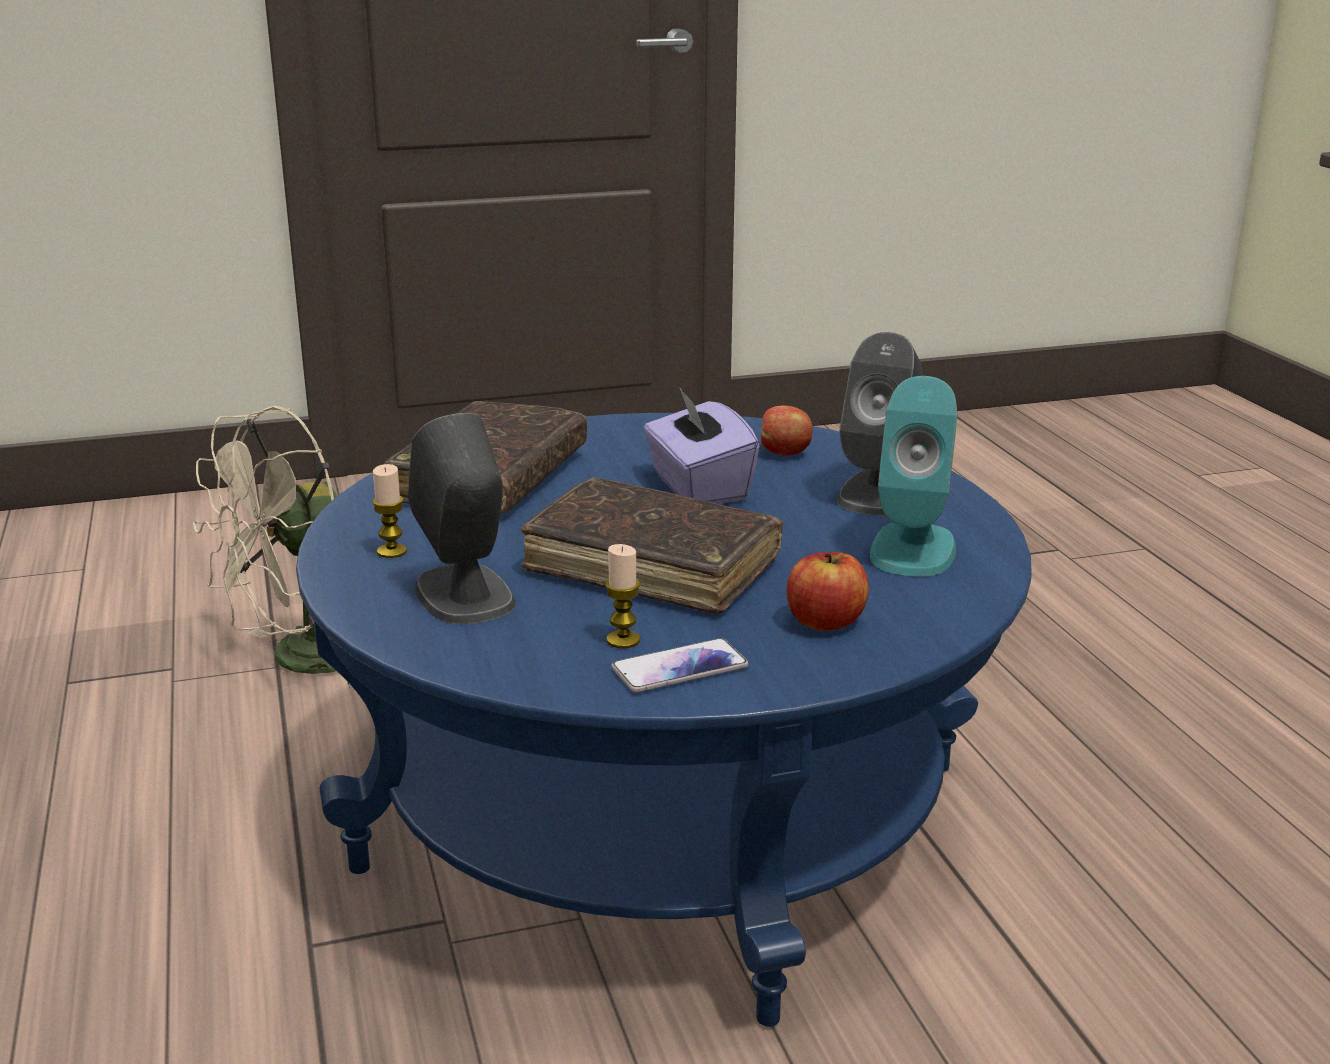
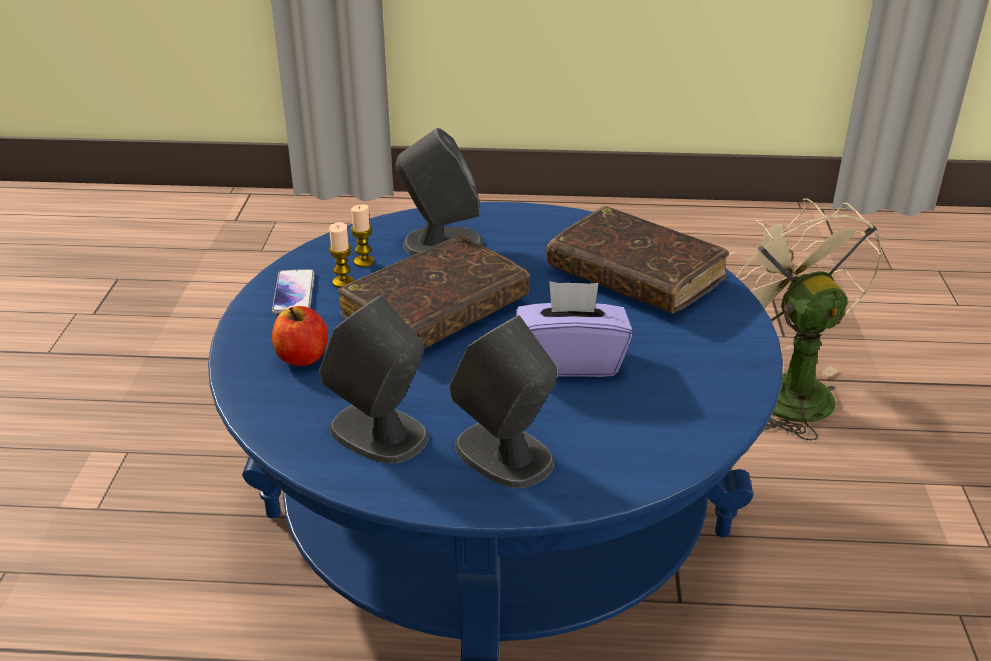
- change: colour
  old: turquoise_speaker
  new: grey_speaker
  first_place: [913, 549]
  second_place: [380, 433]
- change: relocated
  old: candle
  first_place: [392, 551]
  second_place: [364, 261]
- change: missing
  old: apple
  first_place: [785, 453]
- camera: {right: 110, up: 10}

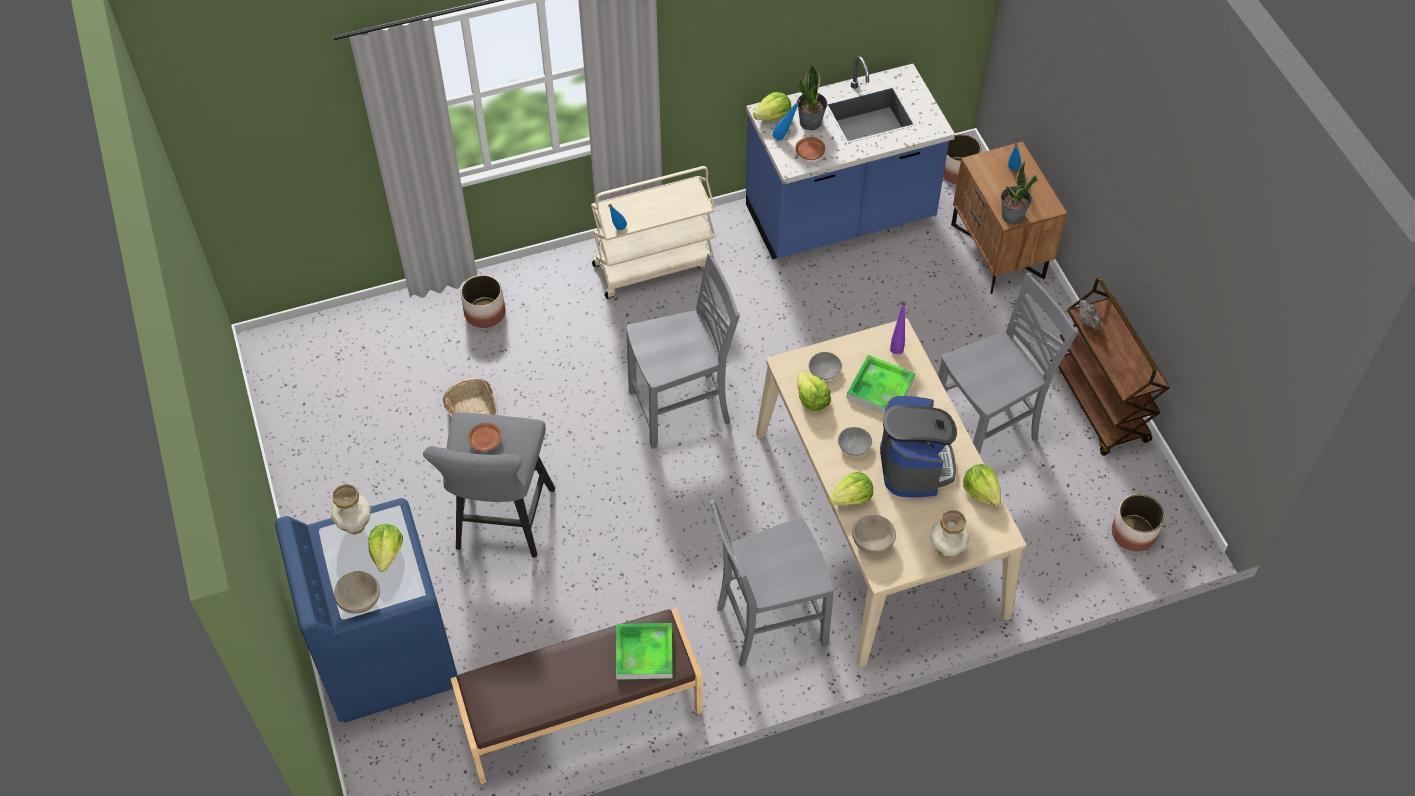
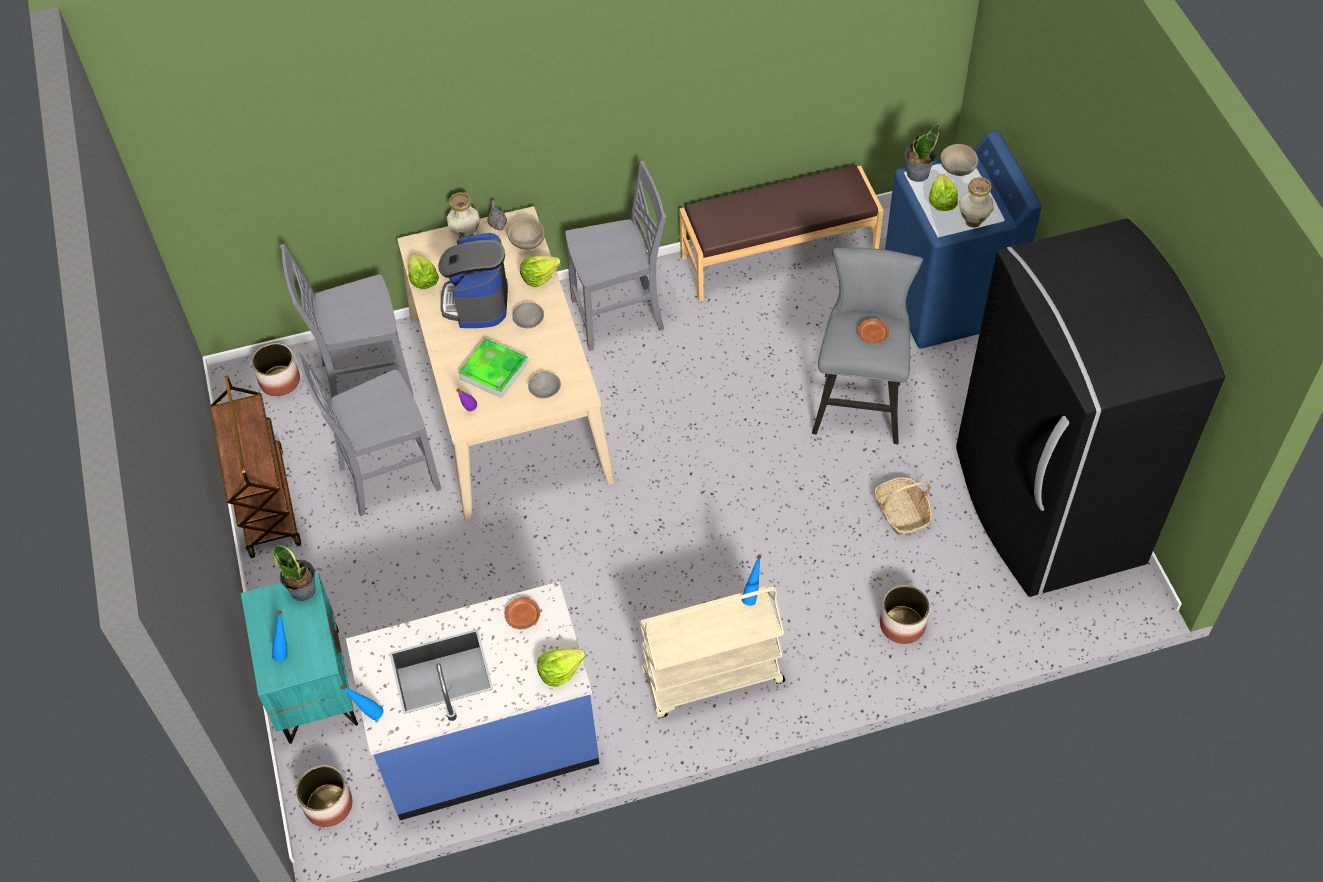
- change: colour
  old: brown_nightstand
  new: turquoise_nightstand
  first_place: [999, 251]
  second_place: [312, 685]
- change: relocated
  old: grey_chair
  first_place: [682, 409]
  second_place: [365, 378]
- change: relocated
  old: blue_bottle
  first_place: [785, 136]
  second_place: [368, 714]
- change: relocated
  old: grey_teapot
  first_place: [1087, 322]
  second_place: [497, 225]
- change: relocated
  old: potted_plant
  first_place: [810, 122]
  second_place: [917, 173]
- change: appeared
  new: black_fridge
  second_place: [1045, 508]
- change: missing
  old: tray
  first_place: [644, 653]
- change: missing
  old: lettuce
  first_place: [811, 399]
- camera: {right: -175, up: 0}

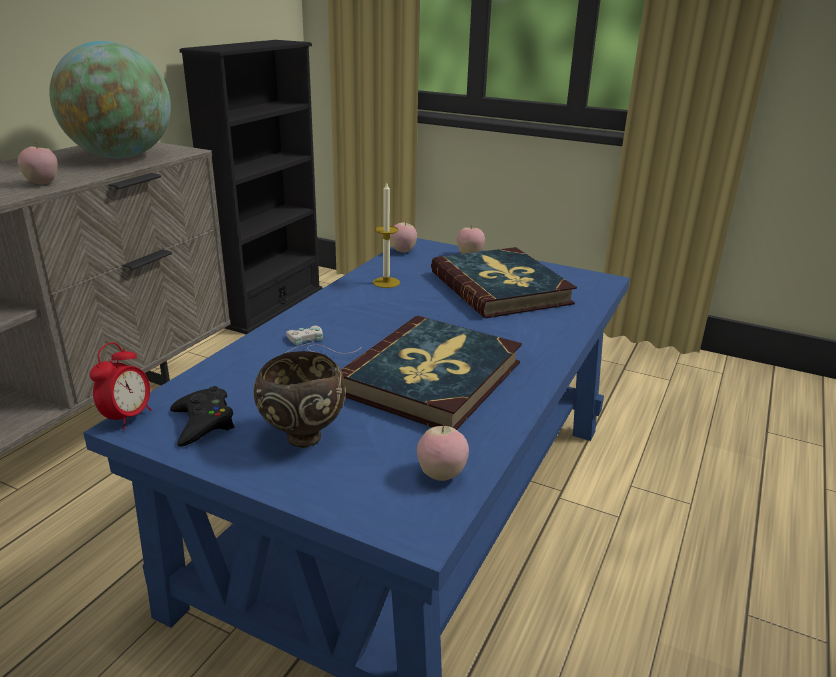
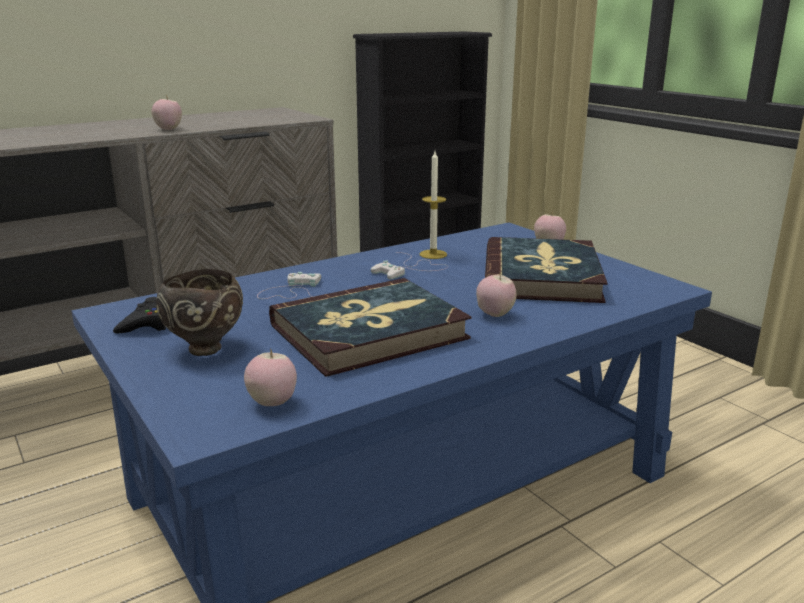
- change: appeared
  new: white_game_controller
  second_place: [410, 270]
- change: relocated
  old: apple
  first_place: [402, 251]
  second_place: [495, 314]
- change: missing
  old: globe
  first_place: [121, 157]
- change: missing
  old: alarm_clock
  first_place: [128, 417]
- camera: {right: 30, up: -5}

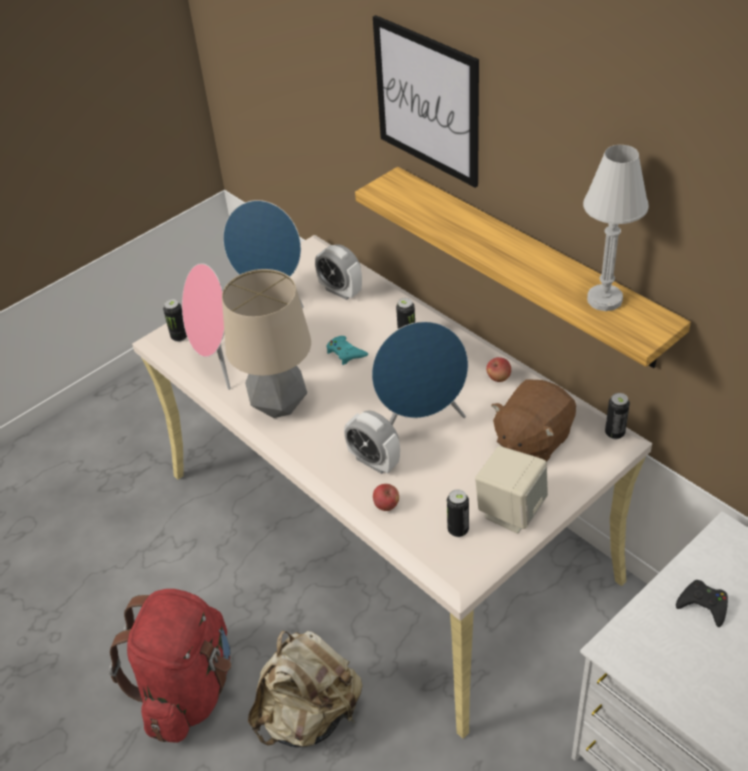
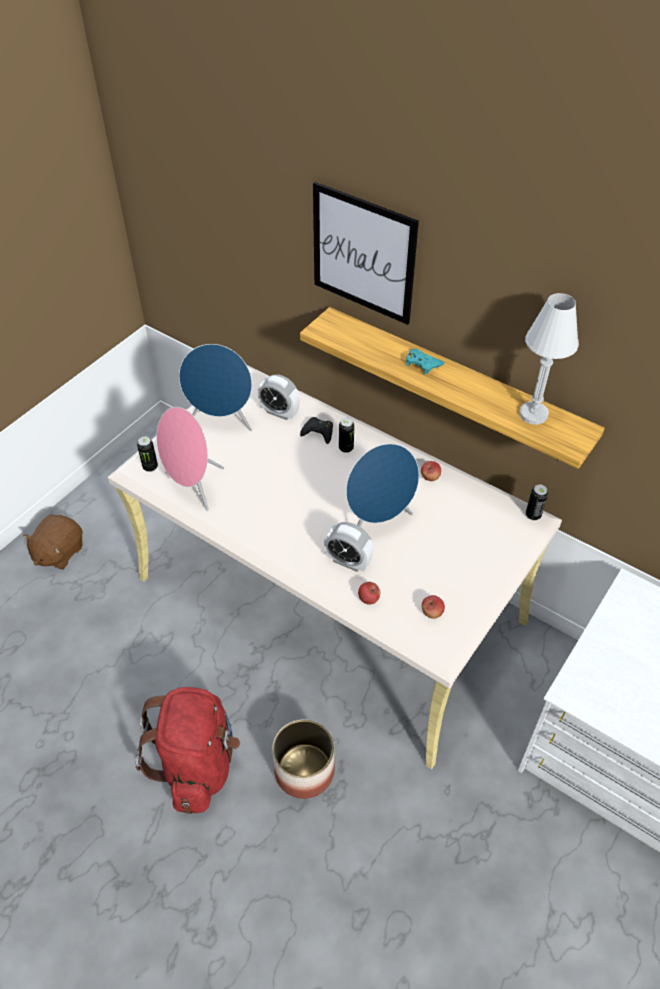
- change: relocated
  old: brown_plush_toy
  first_place: [532, 439]
  second_place: [58, 552]
- change: exchanged
  old: beige_backpack
  new: planter
  first_place: [309, 715]
  second_place: [304, 770]
- change: relocated
  old: black_game_controller
  first_place: [703, 605]
  second_place: [318, 432]
- change: relocated
  old: turquoise_game_controller
  first_place: [345, 353]
  second_place: [422, 364]
- change: exchanged
  old: can
  new: apple
  first_place: [458, 530]
  second_place: [432, 613]
- change: missing
  old: table_lamp
  first_place: [279, 406]
- change: missing
  old: beige_speaker
  first_place: [510, 510]
- camera: {right: -15, up: 5}

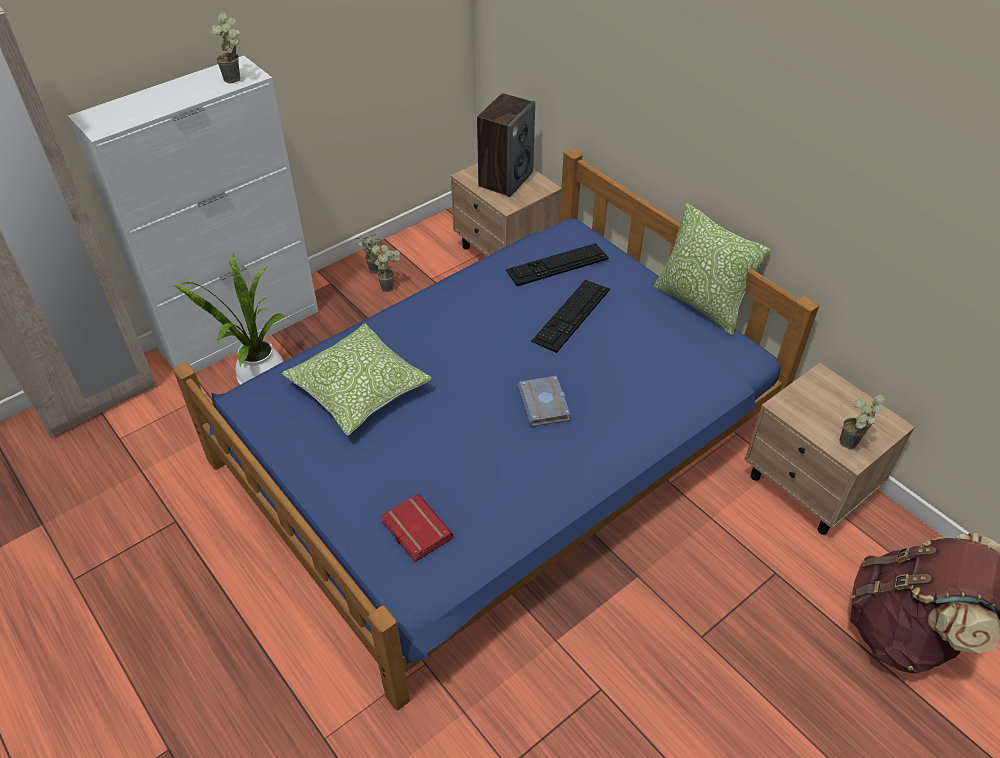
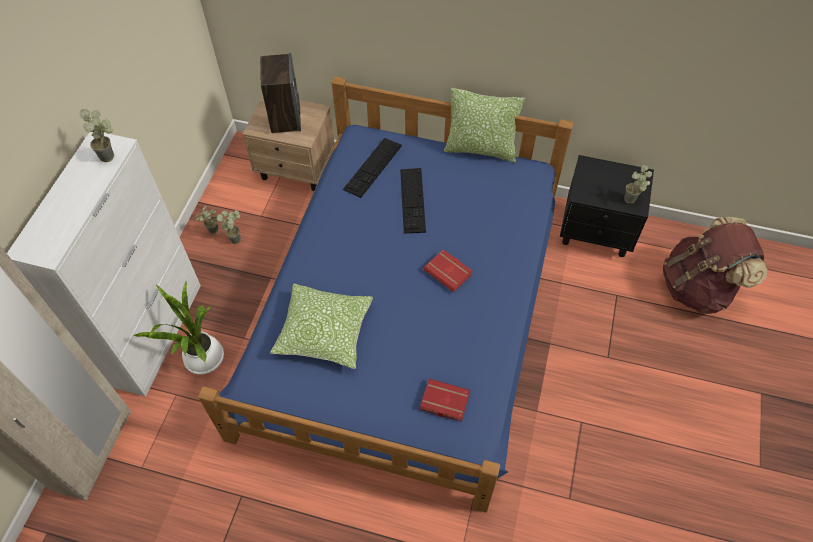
- change: colour
  old: grey_book
  new: red_book
  first_place: [545, 405]
  second_place: [449, 272]
- change: colour
  old: beige_nightstand
  new: black_nightstand
  first_place: [809, 487]
  second_place: [597, 232]
- camera: {right: -35, up: 10}

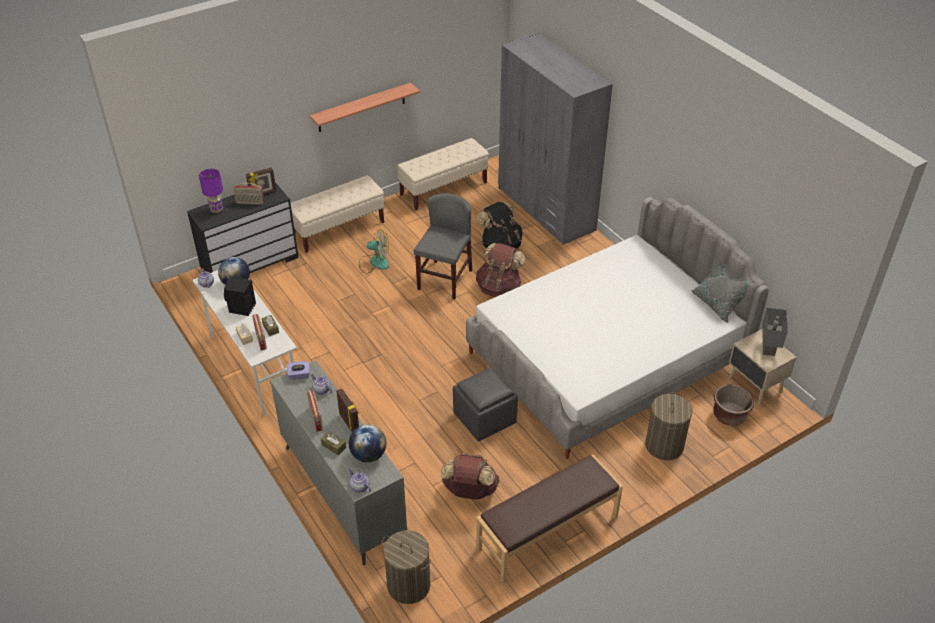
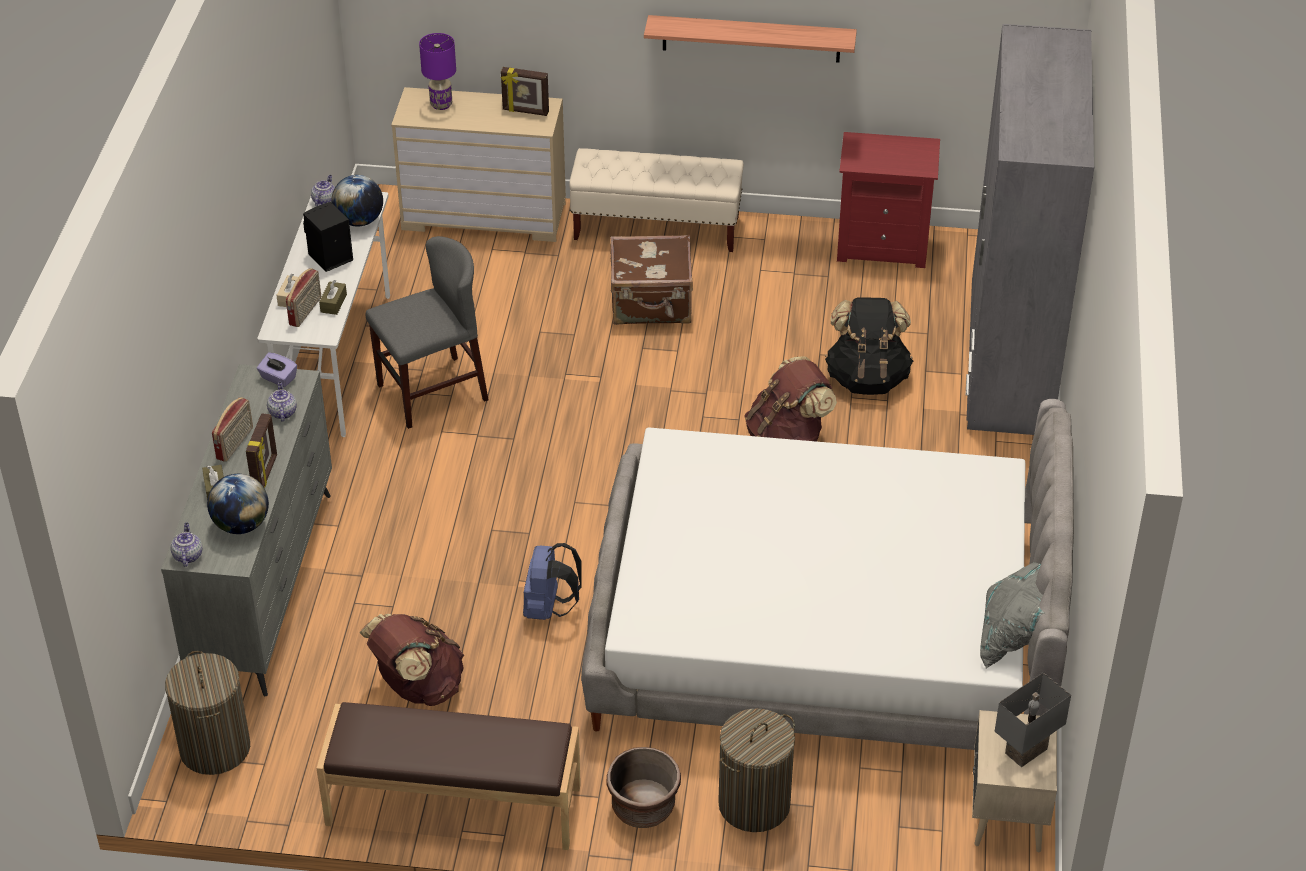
- change: relocated
  old: grey_chair
  first_place: [444, 280]
  second_place: [432, 392]
- change: colour
  old: black_dresser
  new: beige_dresser
  first_place: [250, 263]
  second_place: [484, 216]
- change: exchanged
  old: grey_ottoman
  new: blue_backpack
  first_place: [485, 418]
  second_place: [549, 608]
- change: relocated
  old: brown_planter
  first_place: [729, 416]
  second_place: [643, 807]
- change: exchanged
  old: fan
  new: brown_suitcase
  first_place: [374, 262]
  second_place: [652, 304]
- change: exchanged
  old: beige_bench
  new: red_nightstand
  first_place: [444, 189]
  second_place: [883, 246]
- change: missing
  old: radio
  first_place: [250, 202]
- camera: {right: 40, up: 0}

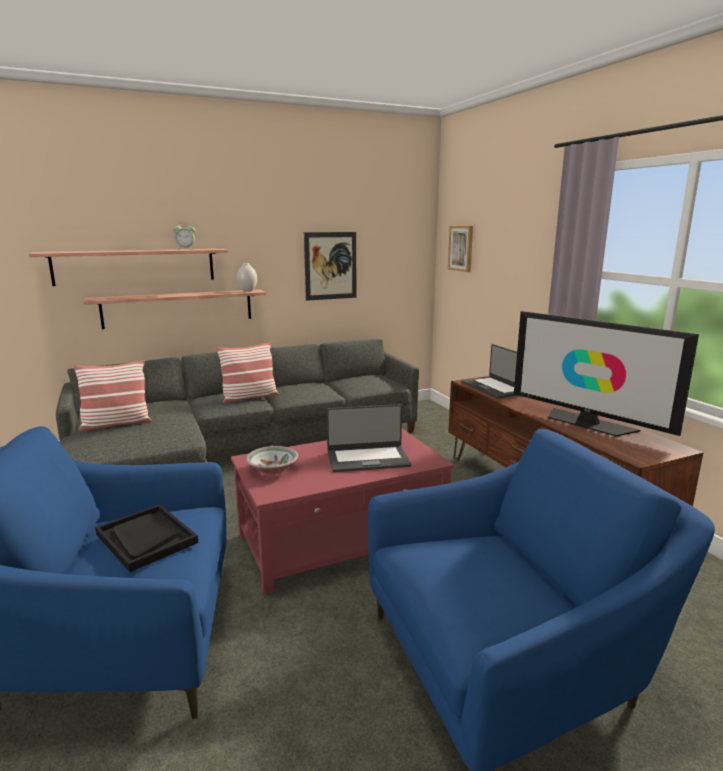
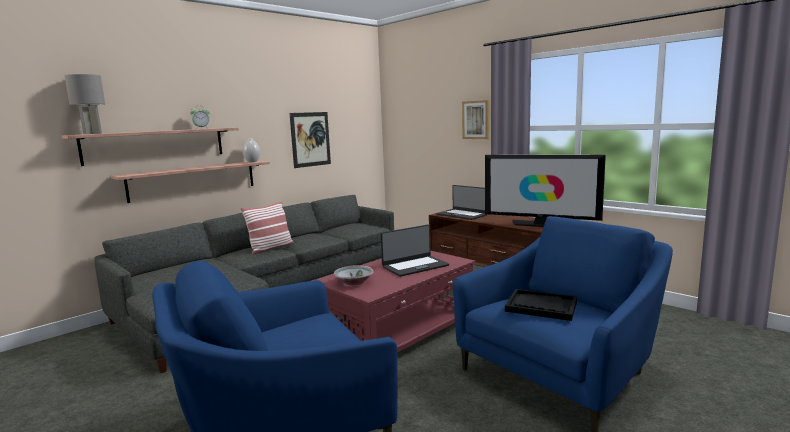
- change: appeared
  new: grey_table_lamp
  second_place: [92, 133]
- change: relocated
  old: picture
  first_place: [461, 248]
  second_place: [476, 120]
- change: relocated
  old: black_tray
  first_place: [146, 538]
  second_place: [541, 306]
- change: missing
  old: pillow
  first_place: [116, 423]
- camera: {right: -20, up: -5}

